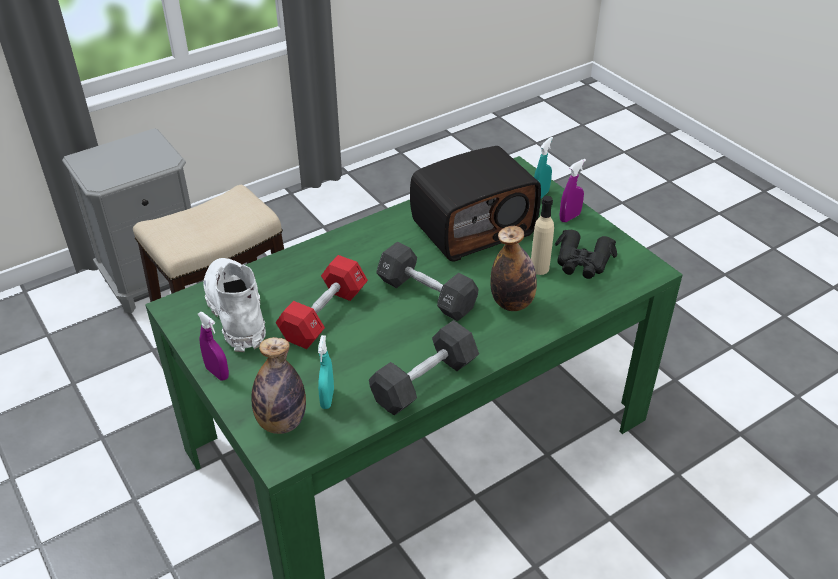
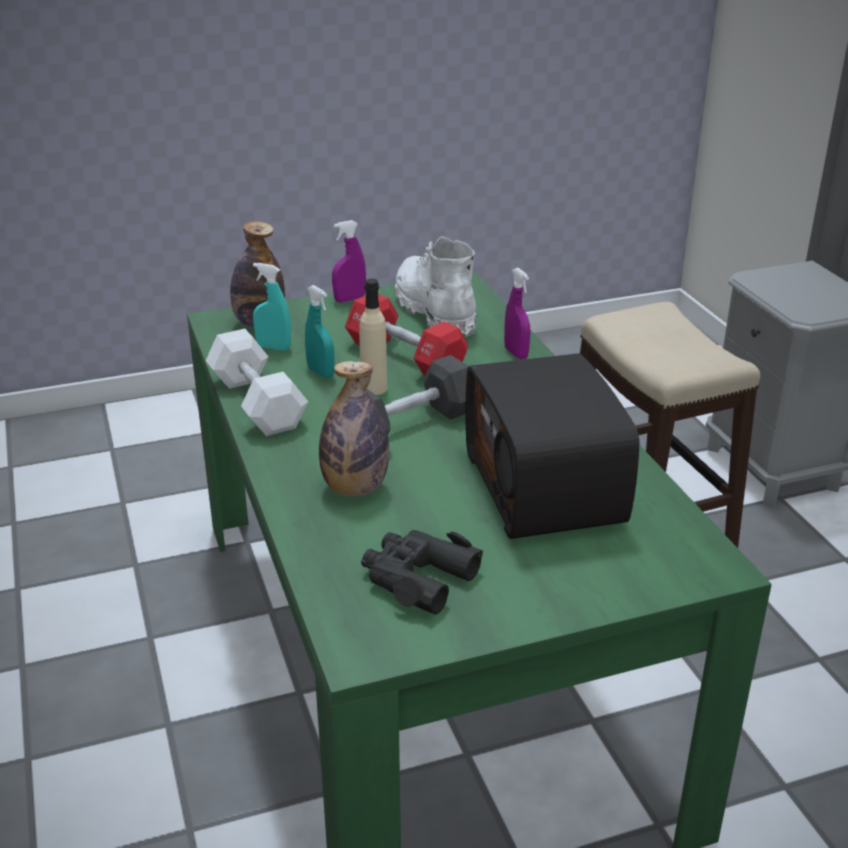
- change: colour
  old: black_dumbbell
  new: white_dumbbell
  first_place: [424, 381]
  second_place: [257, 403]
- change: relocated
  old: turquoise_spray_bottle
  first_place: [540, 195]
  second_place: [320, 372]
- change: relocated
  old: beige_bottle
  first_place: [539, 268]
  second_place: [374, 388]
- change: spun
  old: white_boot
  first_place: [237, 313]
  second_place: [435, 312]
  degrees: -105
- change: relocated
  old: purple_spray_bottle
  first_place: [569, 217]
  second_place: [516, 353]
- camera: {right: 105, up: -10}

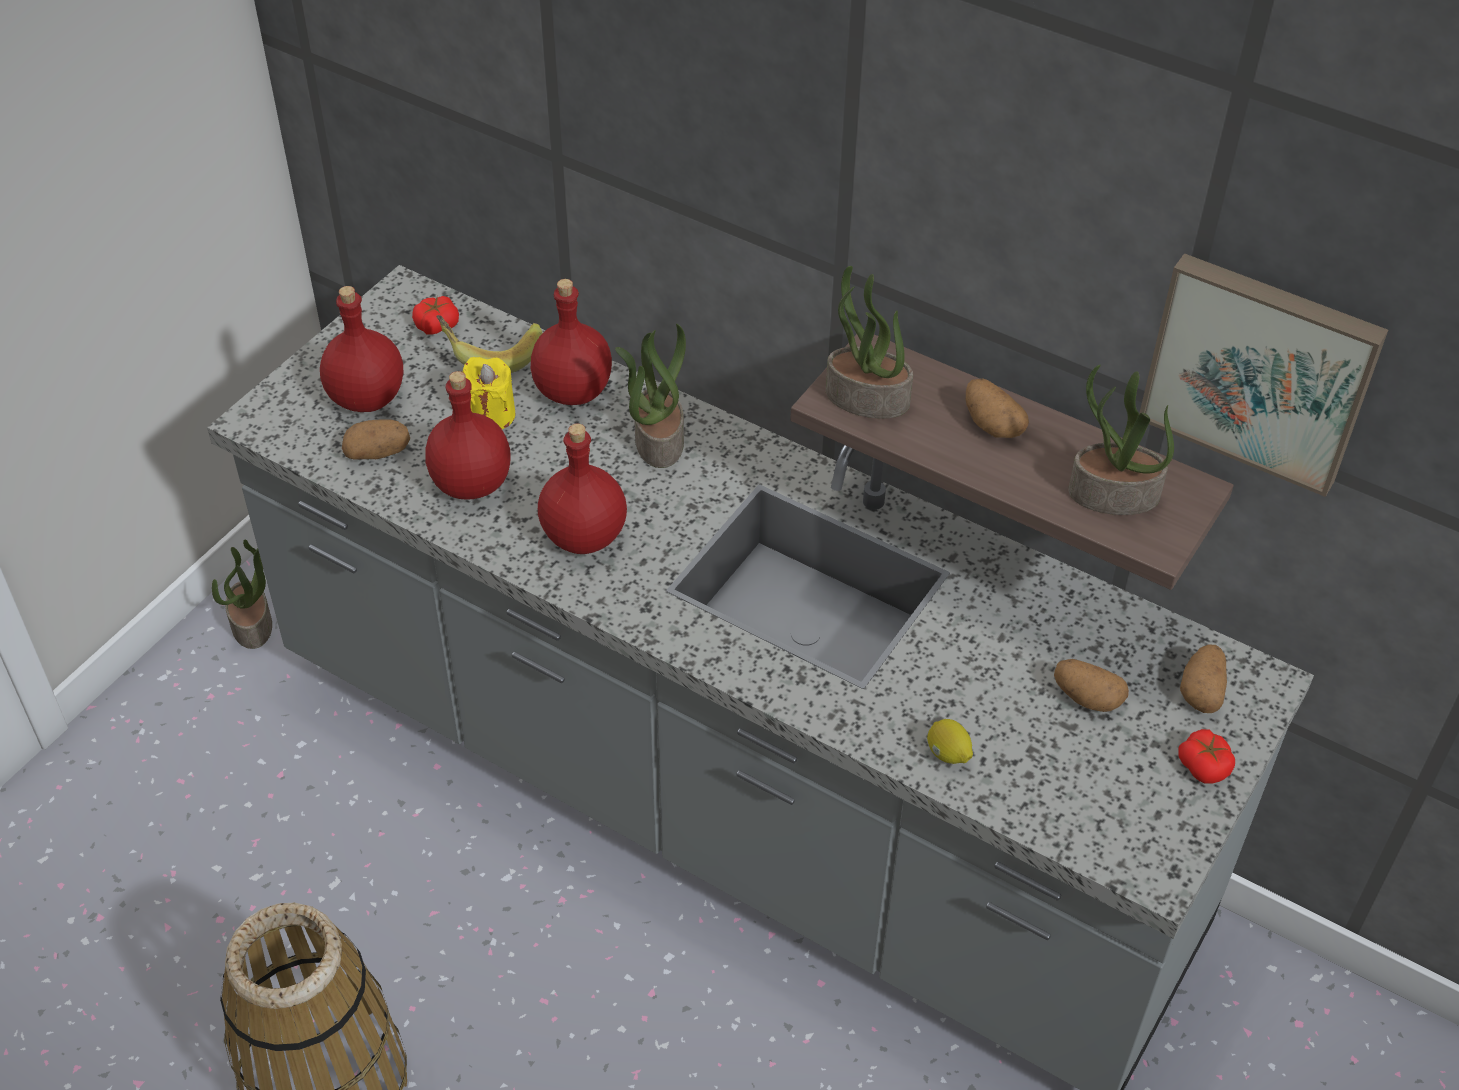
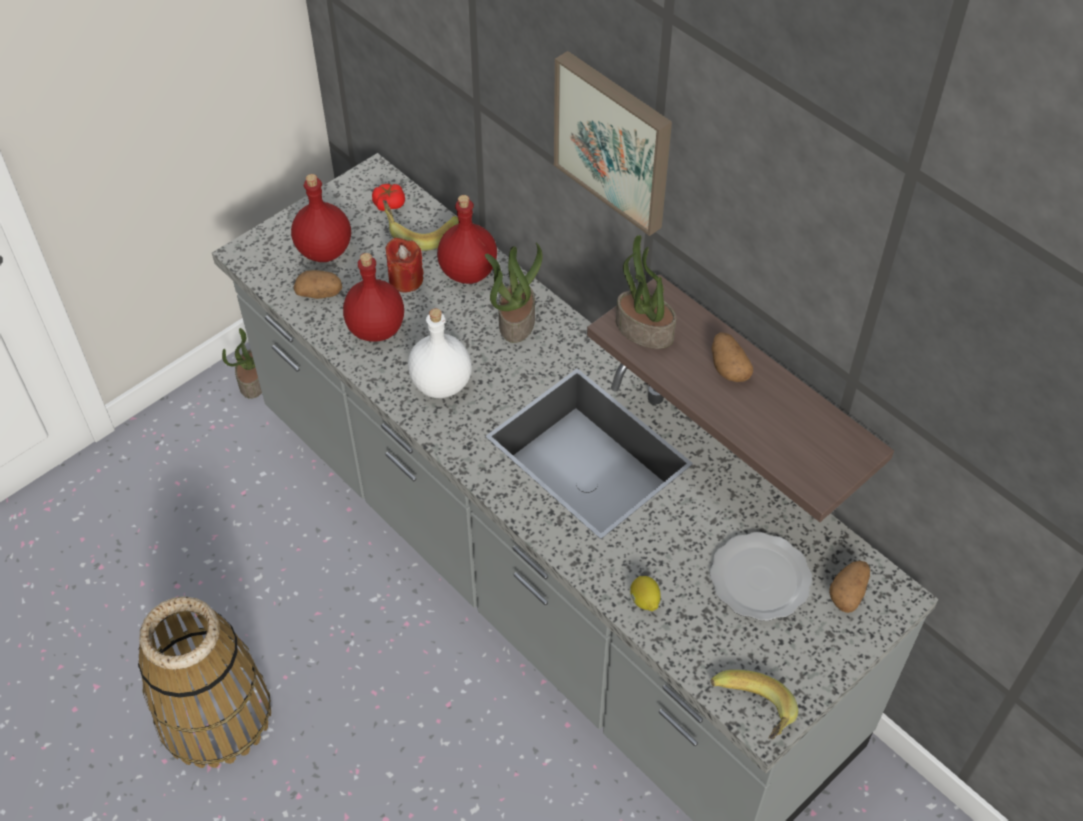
- change: colour
  old: yellow_candle
  new: red_candle
  first_place: [491, 415]
  second_place: [406, 279]
- change: colour
  old: red_bottle
  new: white_bottle
  first_place: [585, 536]
  second_place: [442, 384]
- change: relocated
  old: picture
  first_place: [1260, 369]
  second_place: [615, 140]
- change: exchanged
  old: potato
  new: plate
  first_place: [1086, 698]
  second_place: [760, 580]
- change: appeared
  new: banana
  second_place: [750, 715]
- change: missing
  old: potted_plant
  first_place: [1112, 495]
- change: missing
  old: tomato
  first_place: [1204, 765]
- camera: {right: 15, up: 5}

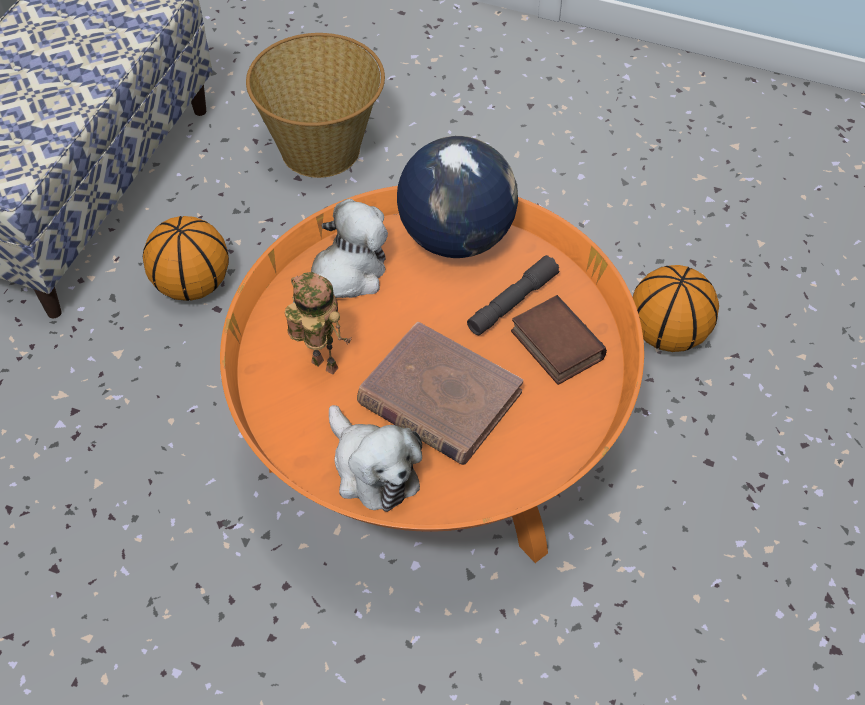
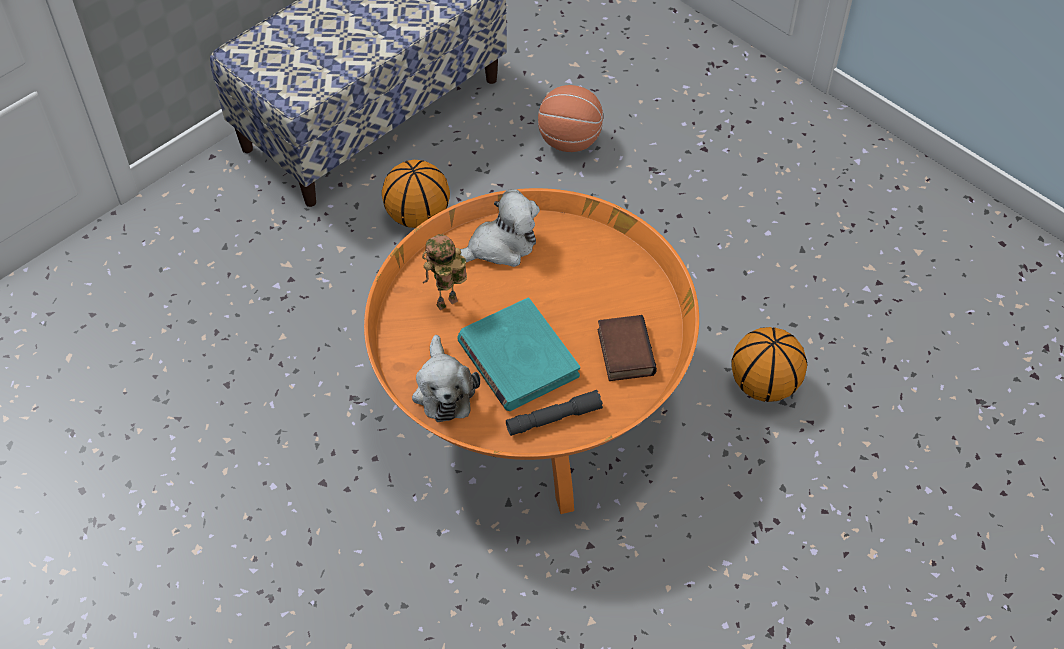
- change: spun
  old: toy_robot
  first_place: [321, 367]
  second_place: [447, 305]
  degrees: -90
- change: colour
  old: brown_book
  new: turquoise_book
  first_place: [438, 398]
  second_place: [517, 358]
- change: relocated
  old: grey_flashlight
  first_place: [512, 302]
  second_place: [553, 418]
- change: exchanged
  old: basket
  new: basketball
  first_place: [322, 149]
  second_place: [570, 141]
- change: missing
  old: globe
  first_place: [455, 237]
- camera: {right: 25, up: 0}

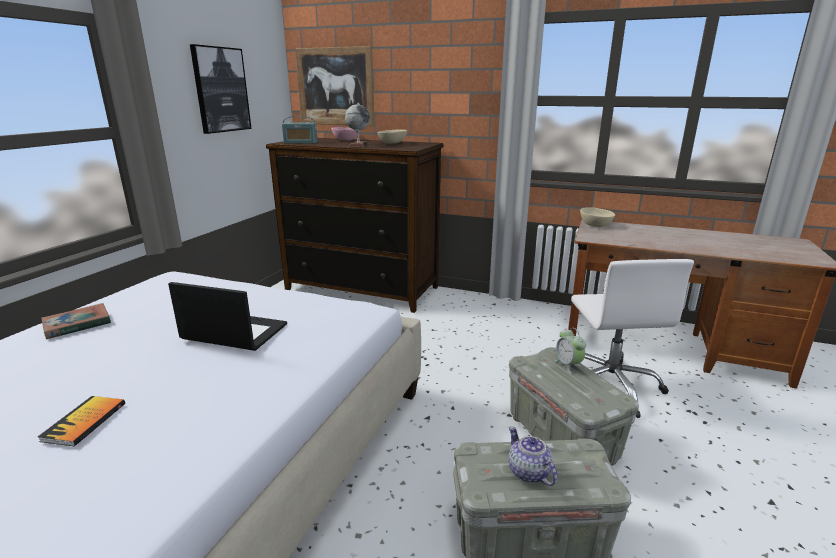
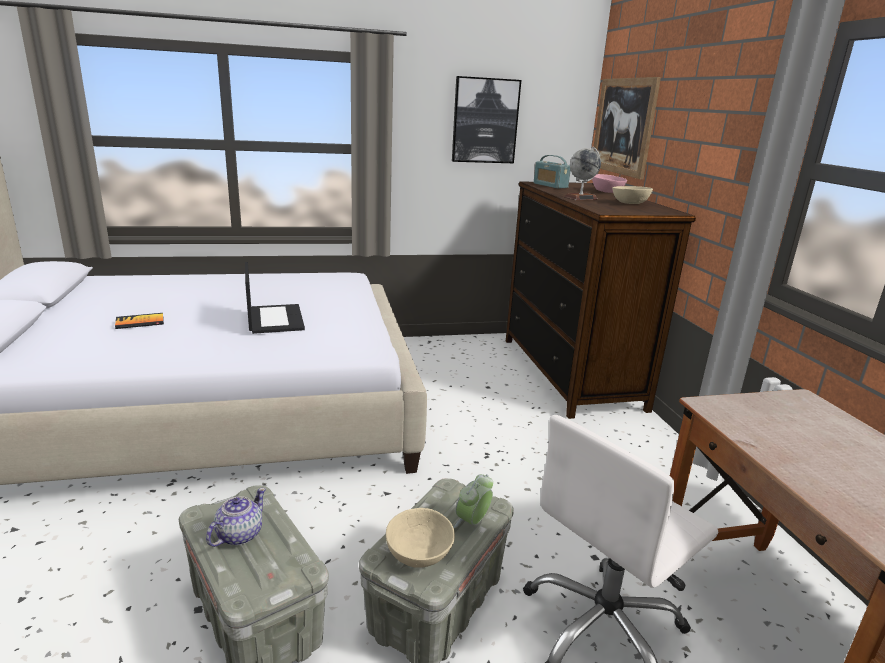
- change: relocated
  old: beige_bowl
  first_place: [595, 225]
  second_place: [418, 553]
- change: missing
  old: book
  first_place: [77, 325]
- camera: {right: 55, up: 0}

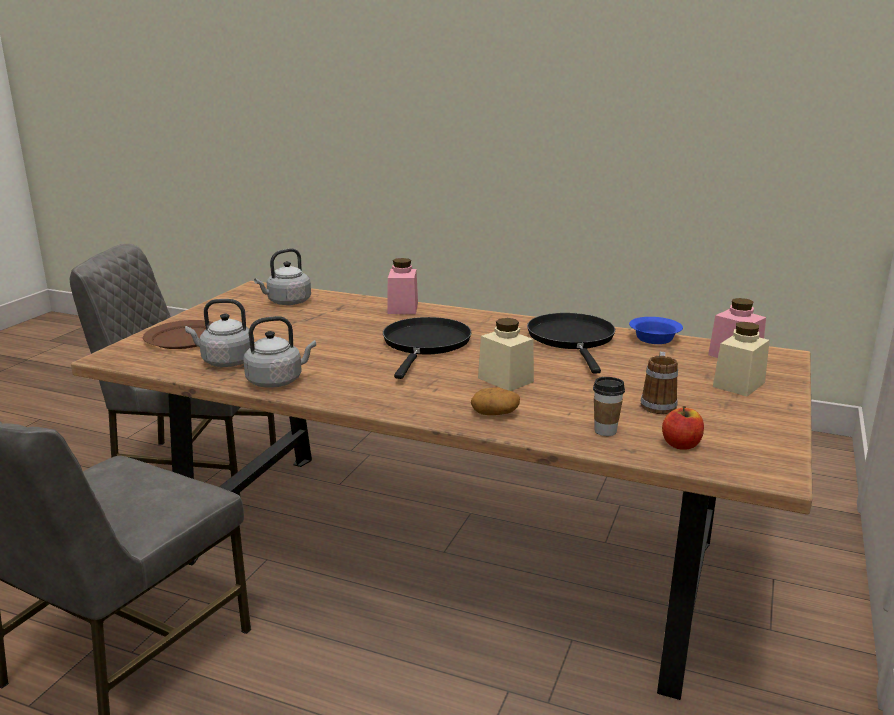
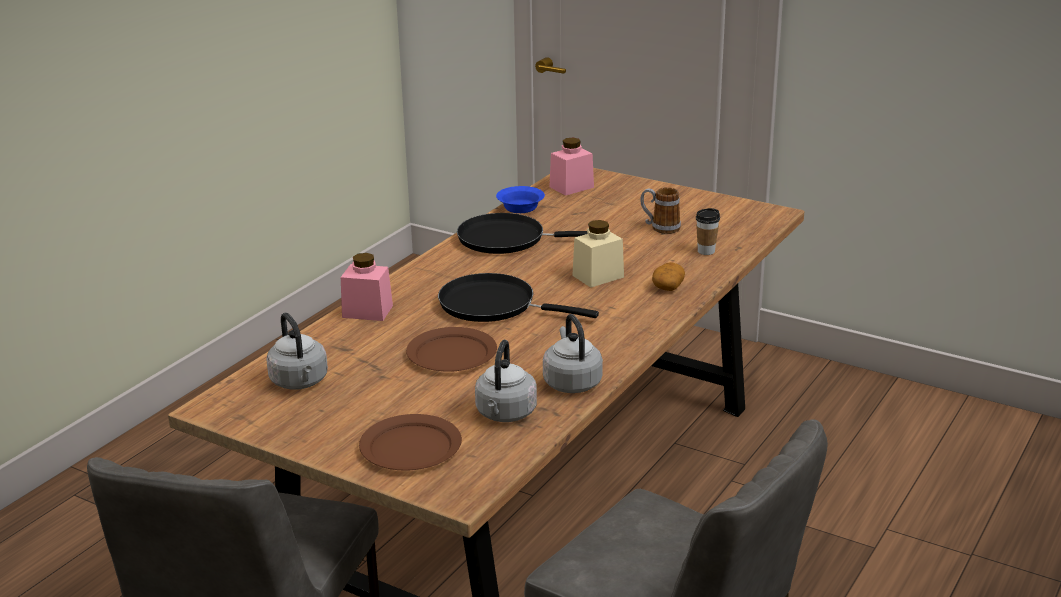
- change: appeared
  new: brown_plate
  second_place: [452, 353]
- change: missing
  old: apple
  first_place: [681, 444]
- change: missing
  old: beige_jar
  first_place: [738, 384]
- camera: {right: -80, up: 5}

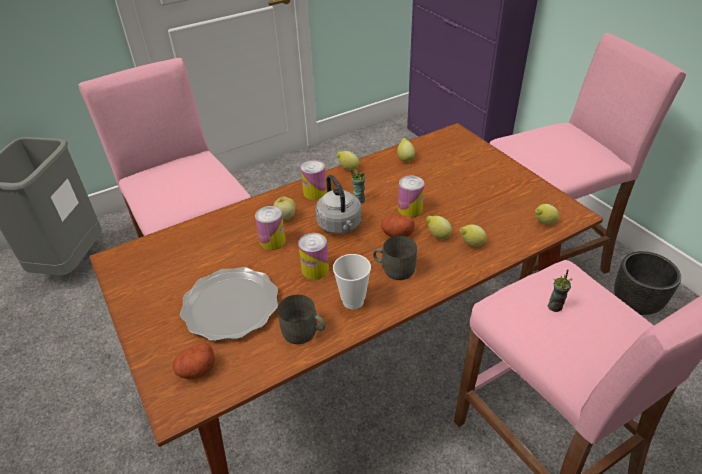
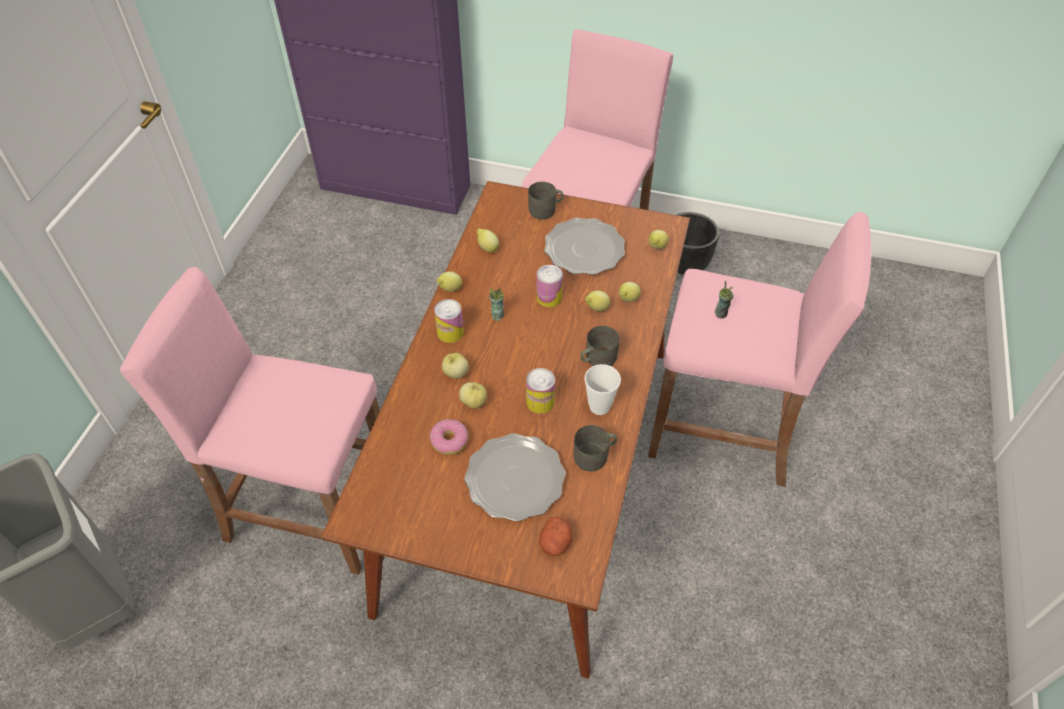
- change: appeared
  new: donut
  second_place: [449, 441]
- change: exchanged
  old: can
  new: apple
  first_place: [272, 241]
  second_place: [474, 402]
- change: appeared
  new: grey_mug
  second_place: [546, 210]
- change: appeared
  new: plate
  second_place: [583, 249]
- change: missing
  old: grey_kettle
  first_place: [340, 226]
- change: missing
  old: potato
  first_place: [397, 234]
- camera: {right: -45, up: 10}

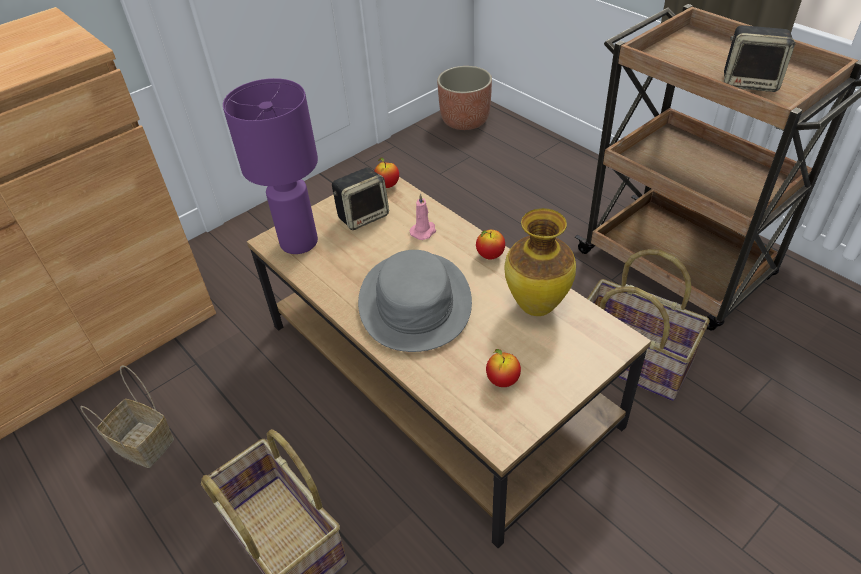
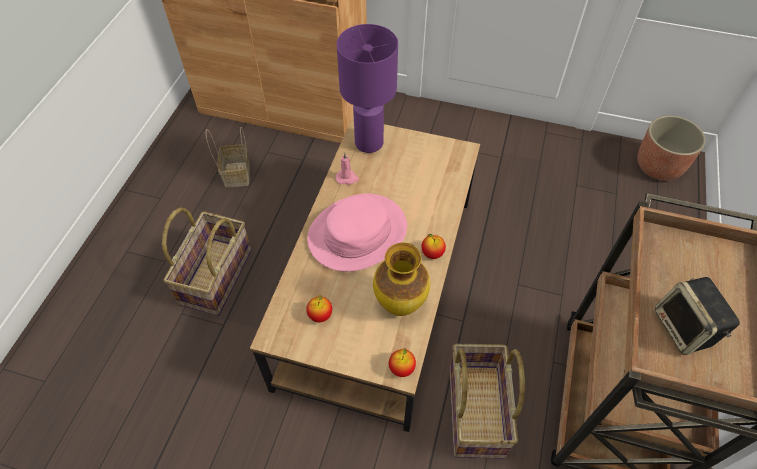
- change: colour
  old: grey_hat
  new: pink_hat
  first_place: [414, 302]
  second_place: [357, 233]
- change: relocated
  old: pink_candle
  first_place: [424, 231]
  second_place: [347, 178]
- change: relocated
  old: apple
  first_place: [387, 185]
  second_place: [401, 368]
- change: missing
  old: speaker
  first_place: [363, 215]
- camera: {right: 55, up: 10}

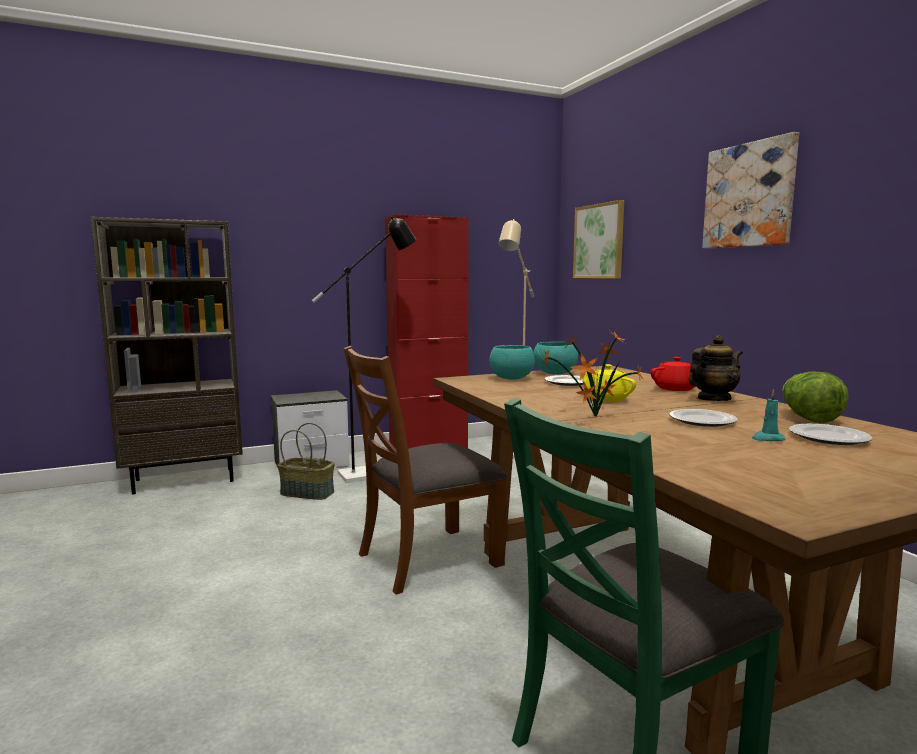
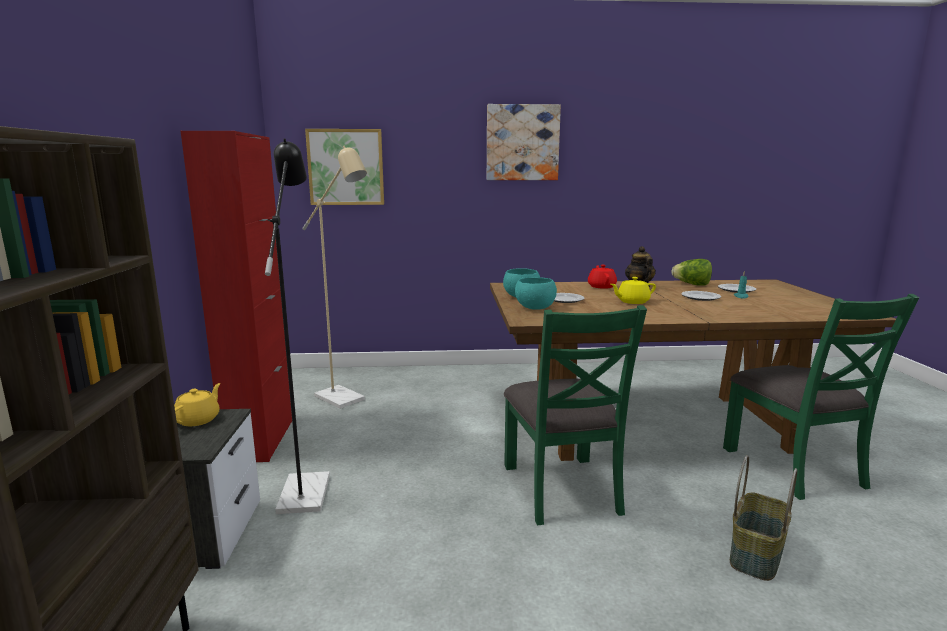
- change: appeared
  new: yellow_teapot
  second_place: [198, 419]
- change: colour
  old: brown_chair
  new: green_chair
  first_place: [427, 559]
  second_place: [562, 488]
- change: relocated
  old: basket
  first_place: [308, 493]
  second_place: [755, 553]
- change: missing
  old: potted_plant
  first_place: [593, 418]
- camera: {right: -70, up: 5}

